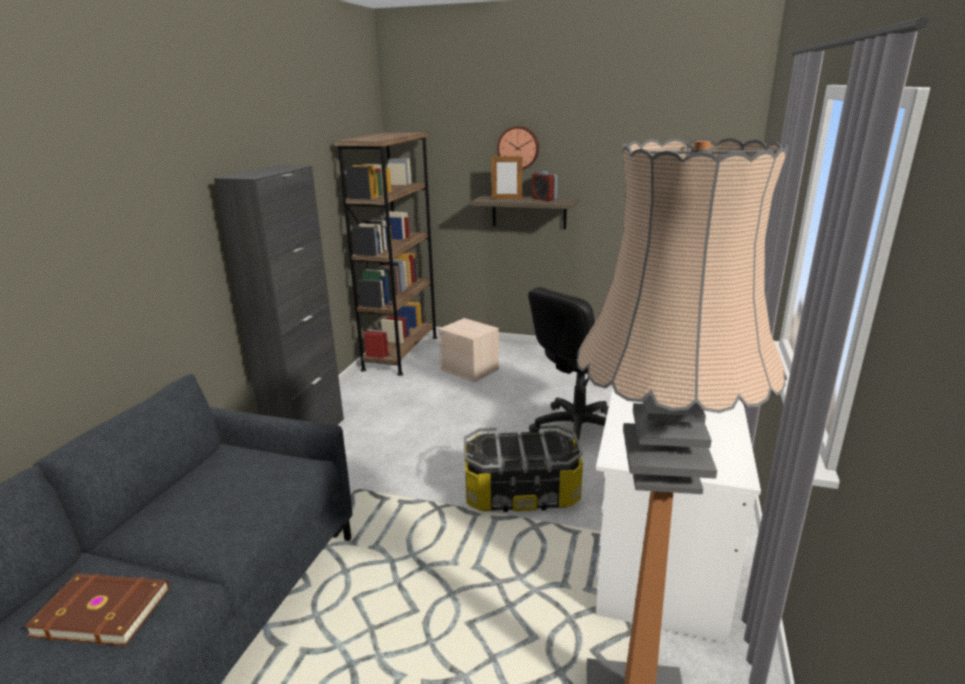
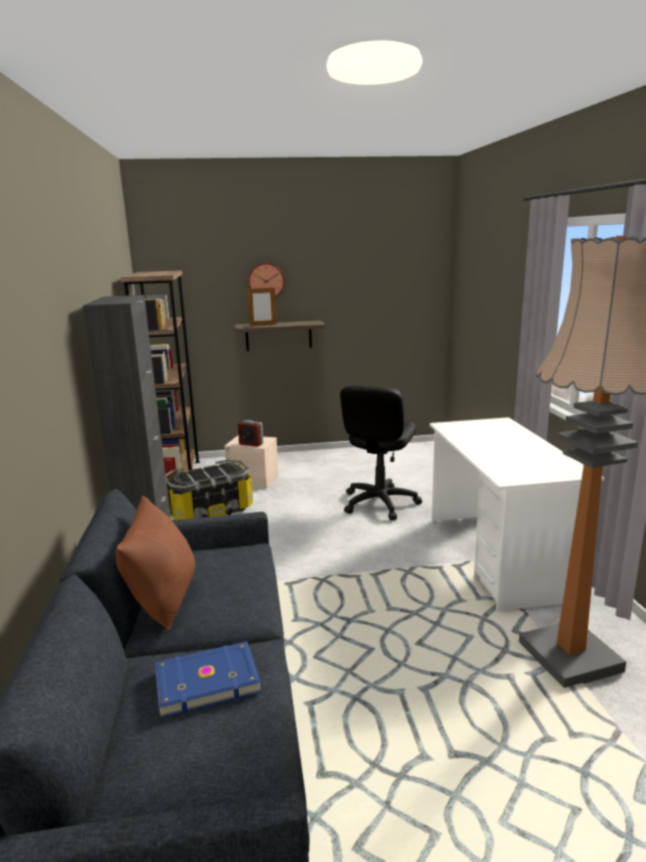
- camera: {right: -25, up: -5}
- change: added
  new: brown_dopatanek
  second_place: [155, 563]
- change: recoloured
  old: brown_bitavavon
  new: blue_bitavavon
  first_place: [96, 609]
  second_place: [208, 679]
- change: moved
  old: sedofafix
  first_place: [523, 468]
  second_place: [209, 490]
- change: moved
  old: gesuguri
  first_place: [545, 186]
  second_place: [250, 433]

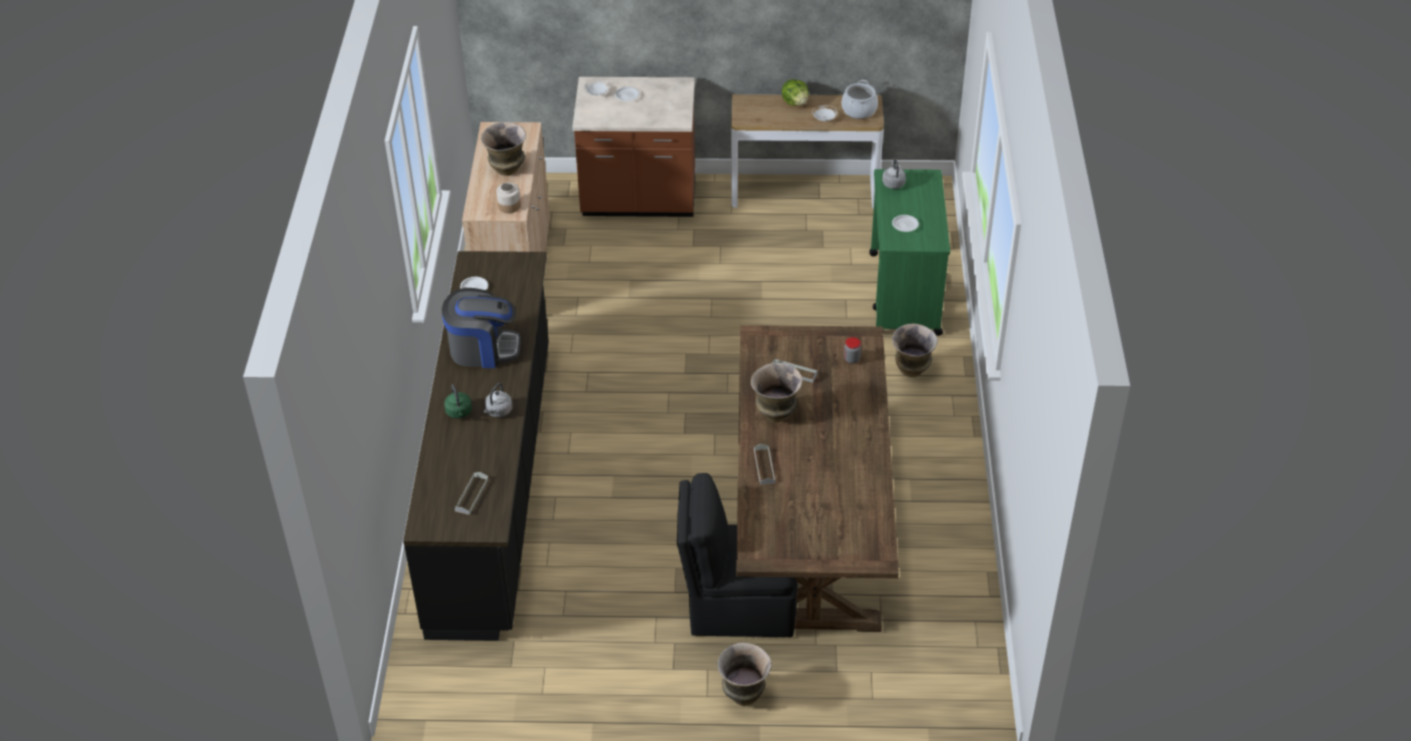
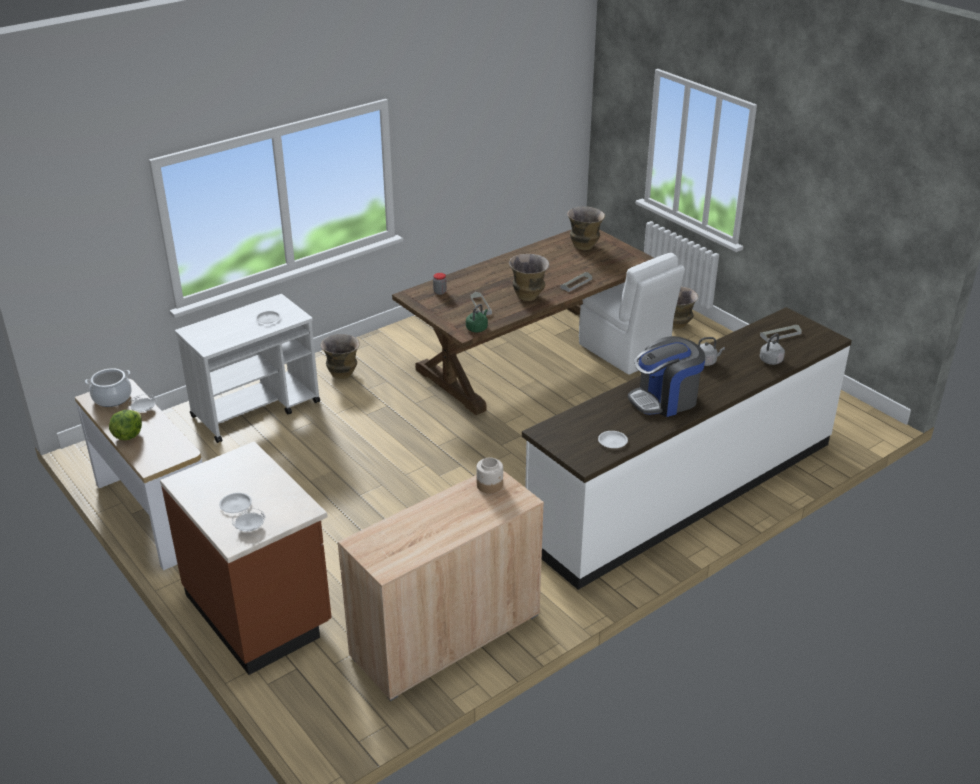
- camera: {right: -130, up: -10}
- change: recoloured
  old: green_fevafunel
  new: white_fevafunel
  first_place: [909, 252]
  second_place: [247, 368]
- change: moved
  old: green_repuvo
  first_place: [458, 401]
  second_place: [477, 318]
- change: recoloured
  old: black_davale
  new: white_davale
  first_place: [476, 446]
  second_place: [687, 448]
- change: moved
  old: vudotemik
  first_place: [503, 149]
  second_place: [586, 228]
- change: recoloured
  old: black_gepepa
  new: white_gepepa
  first_place: [737, 555]
  second_place: [632, 314]
- change: turned
  old: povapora
  first_place: [481, 328]
  second_place: [666, 376]
  degrees: -75
- change: moved
  old: grey_repuvo
  first_place: [894, 174]
  second_place: [772, 349]

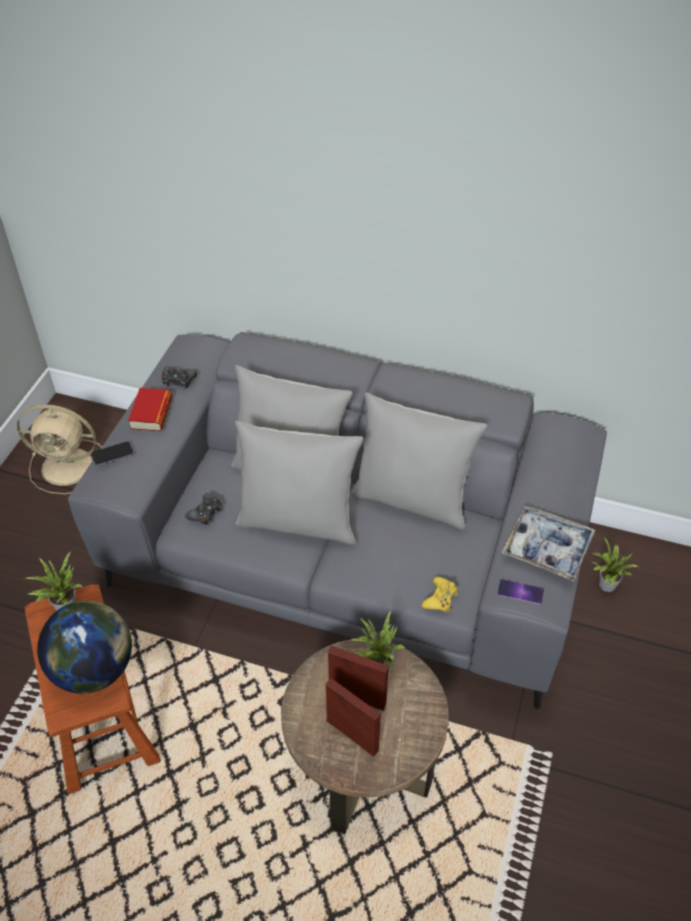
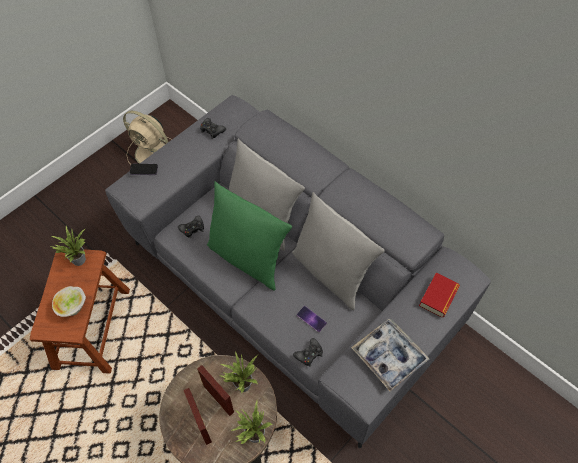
- camera: {right: 25, up: 10}
- change: replaced
  old: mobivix
  new: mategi
  first_place: [84, 647]
  second_place: [69, 301]
- change: recoloured
  old: grey_dopatanek
  new: green_dopatanek
  first_place: [299, 483]
  second_place: [249, 235]
- change: moved
  old: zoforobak
  first_place: [615, 564]
  second_place: [252, 422]
- change: recoloured
  old: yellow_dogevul
  new: black_dogevul
  first_place: [440, 594]
  second_place: [308, 352]
- change: moved
  old: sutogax
  first_place: [520, 592]
  second_place: [312, 319]
- change: moved
  old: bitavavon
  first_place: [150, 409]
  second_place: [439, 295]

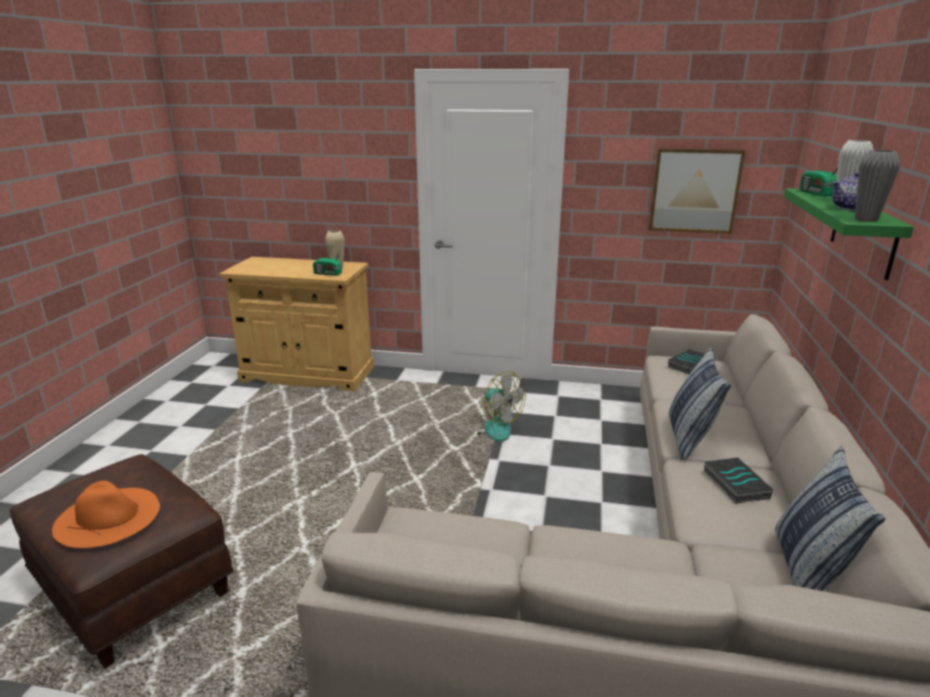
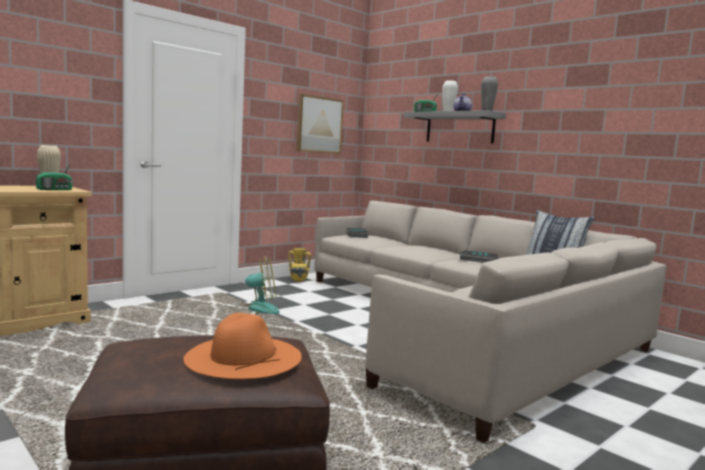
- camera: {right: -55, up: -15}
- change: added
  new: yellow_vudotemik
  second_place: [300, 265]
- change: recoloured
  old: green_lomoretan
  new: grey_lomoretan
  first_place: [849, 234]
  second_place: [455, 127]
- change: removed
  old: dopatanek
  first_place: [699, 404]

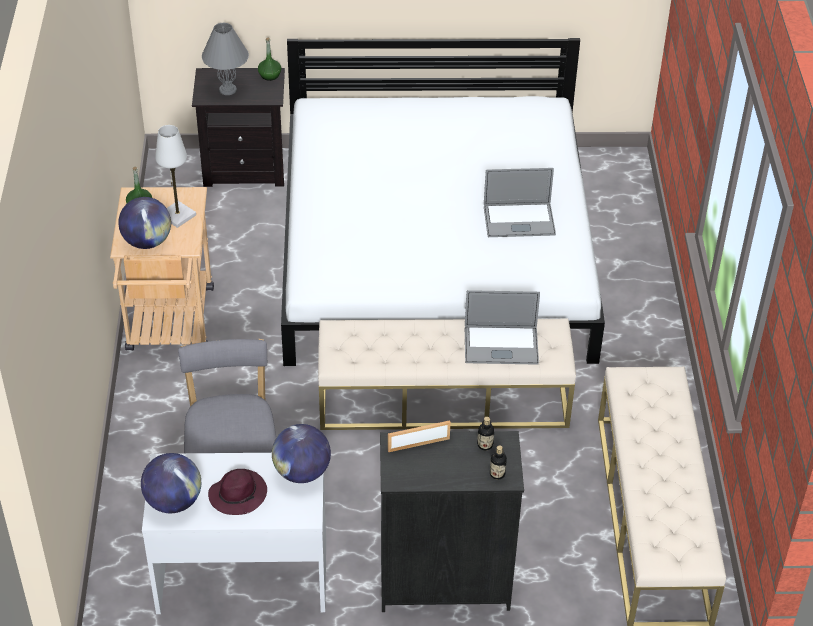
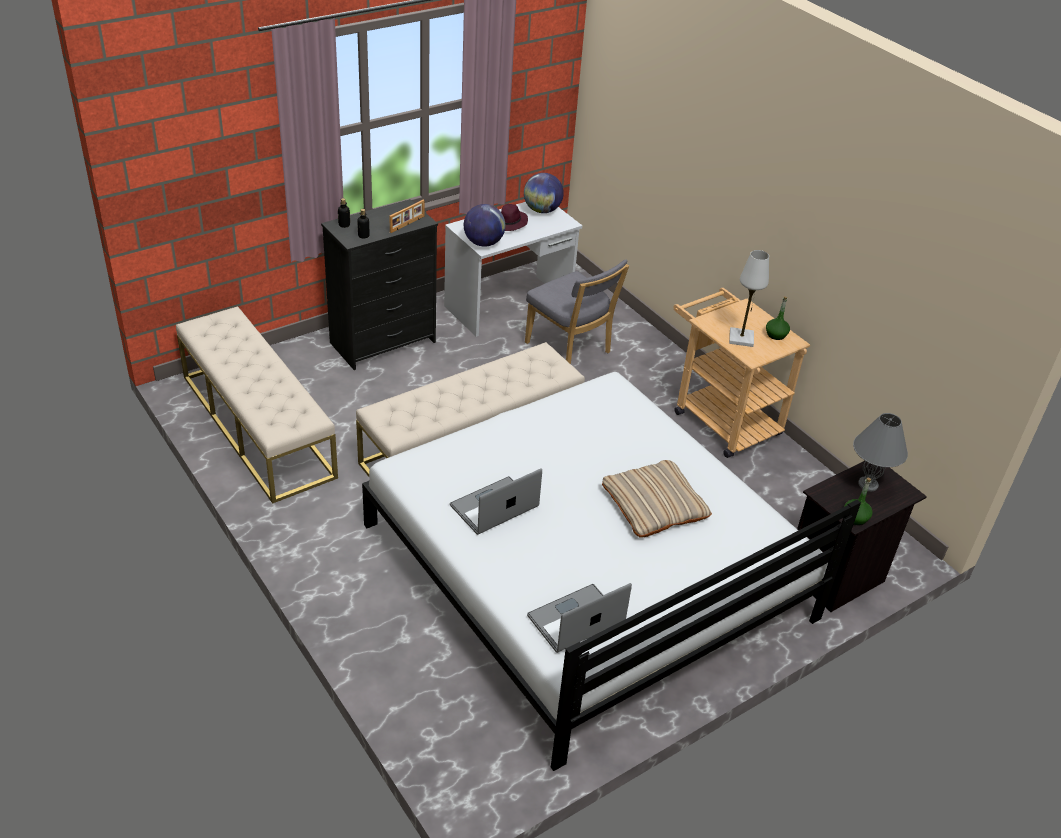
- camera: {right: 145, up: -5}
- change: moved
  old: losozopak
  first_place: [502, 327]
  second_place: [579, 618]
- change: added
  new: beige_dopatanek
  second_place: [657, 499]
- change: removed
  old: mobivix
  first_place: [144, 223]

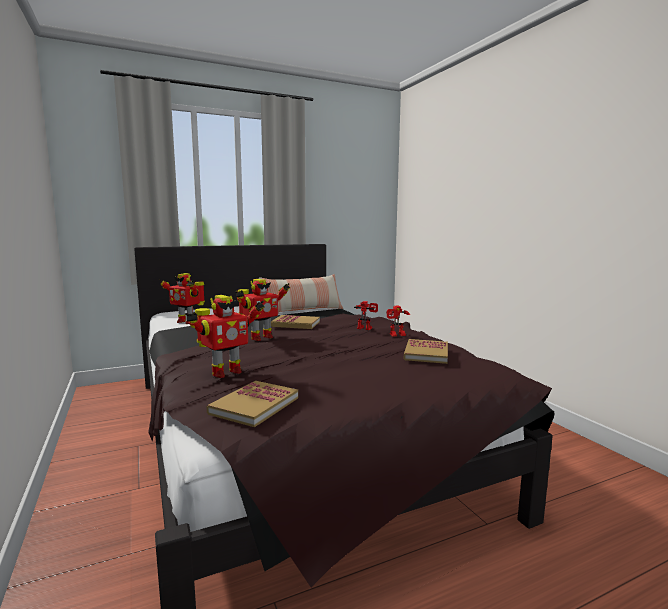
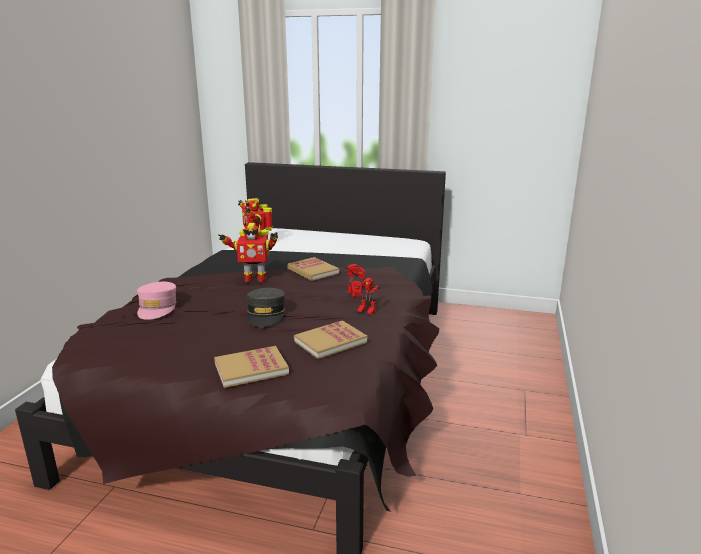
- camera: {right: 40, up: 10}
- change: replaced
  old: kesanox
  new: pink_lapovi
  first_place: [225, 336]
  second_place: [157, 301]
- change: moved
  old: bitavavon
  first_place: [252, 404]
  second_place: [251, 367]
- change: added
  new: grey_lapovi
  second_place: [266, 307]
- change: removed
  old: dopatanek
  first_place: [301, 293]

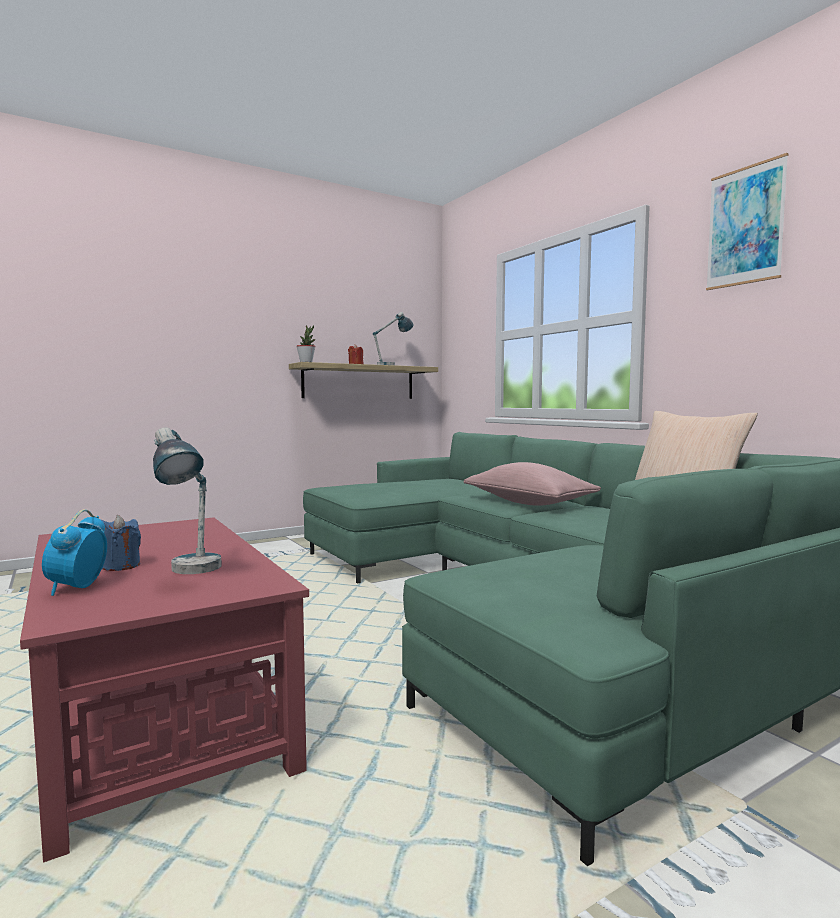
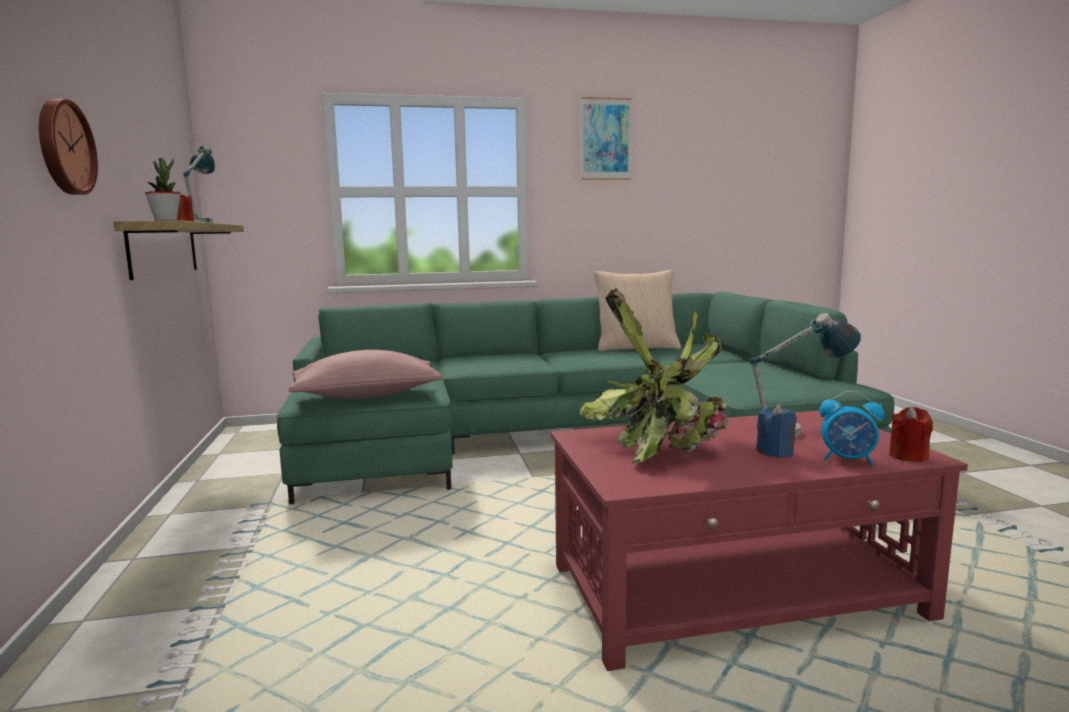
- camera: {right: -70, up: 5}
- change: added
  new: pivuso
  second_place: [68, 147]
- change: moved
  old: pink_dopatanek
  first_place: [532, 484]
  second_place: [365, 374]
- change: added
  new: zoforobak
  second_place: [654, 376]
- change: added
  new: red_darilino
  second_place: [911, 434]

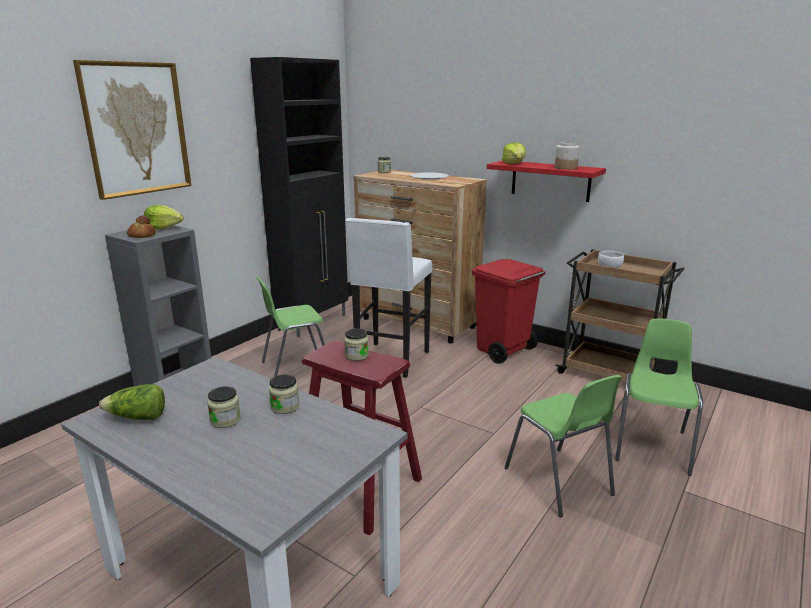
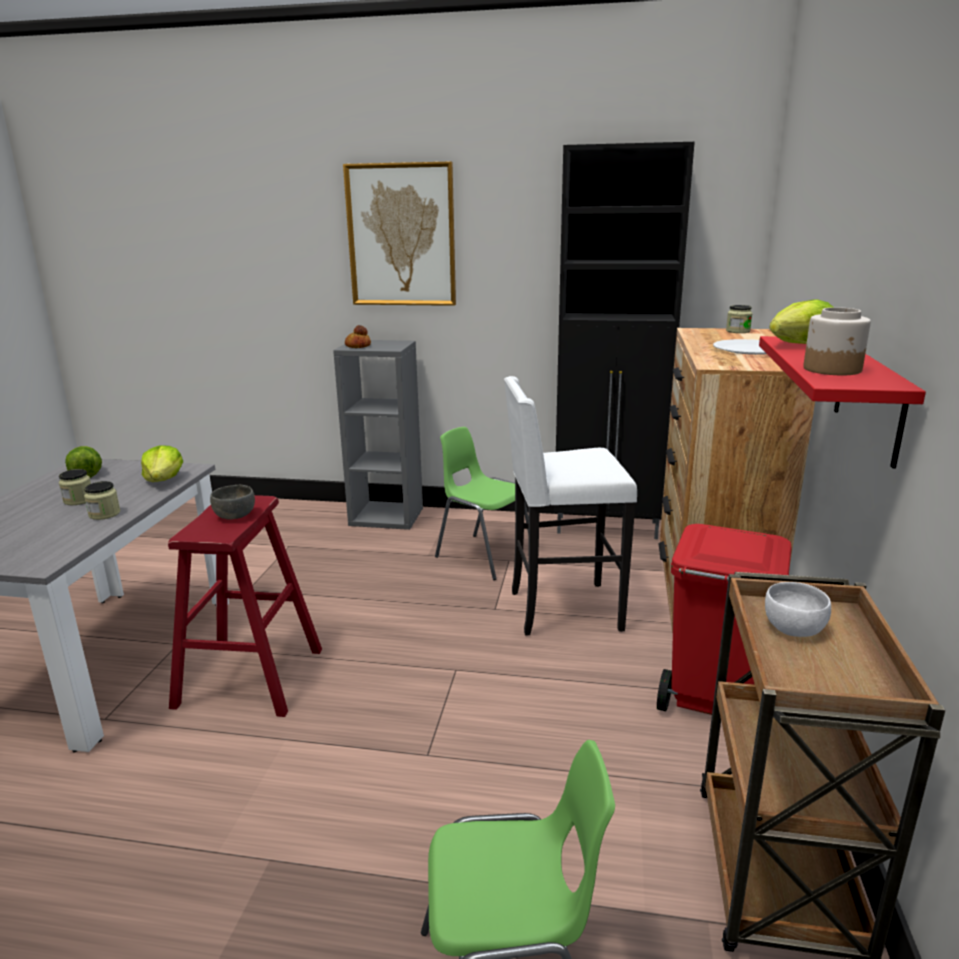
- camera: {right: 65, up: 0}
- change: moved
  old: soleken
  first_place: [164, 217]
  second_place: [162, 463]
- change: replaced
  old: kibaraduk
  new: grey_mategi
  first_place: [356, 344]
  second_place: [232, 502]
- change: removed
  old: green_gepepa
  first_place: [563, 446]

